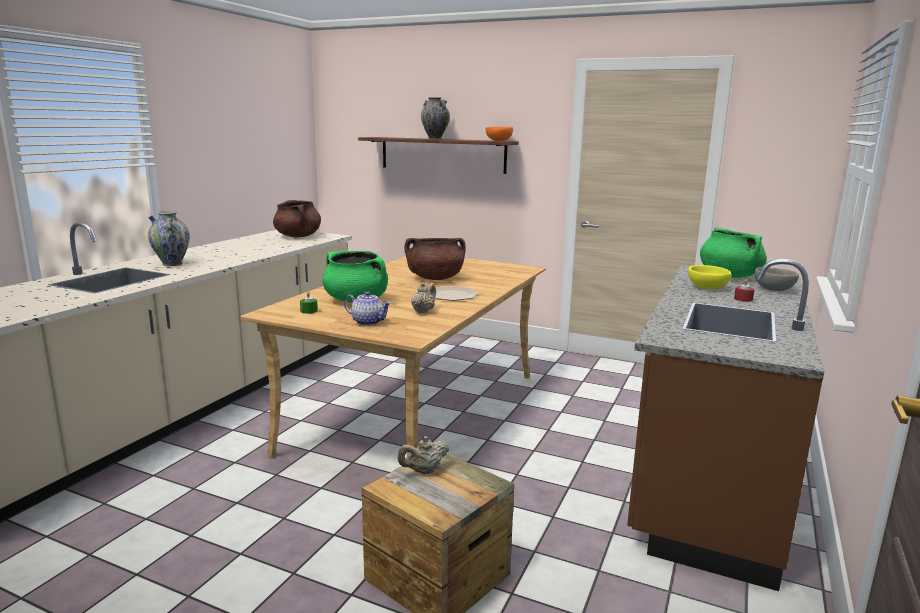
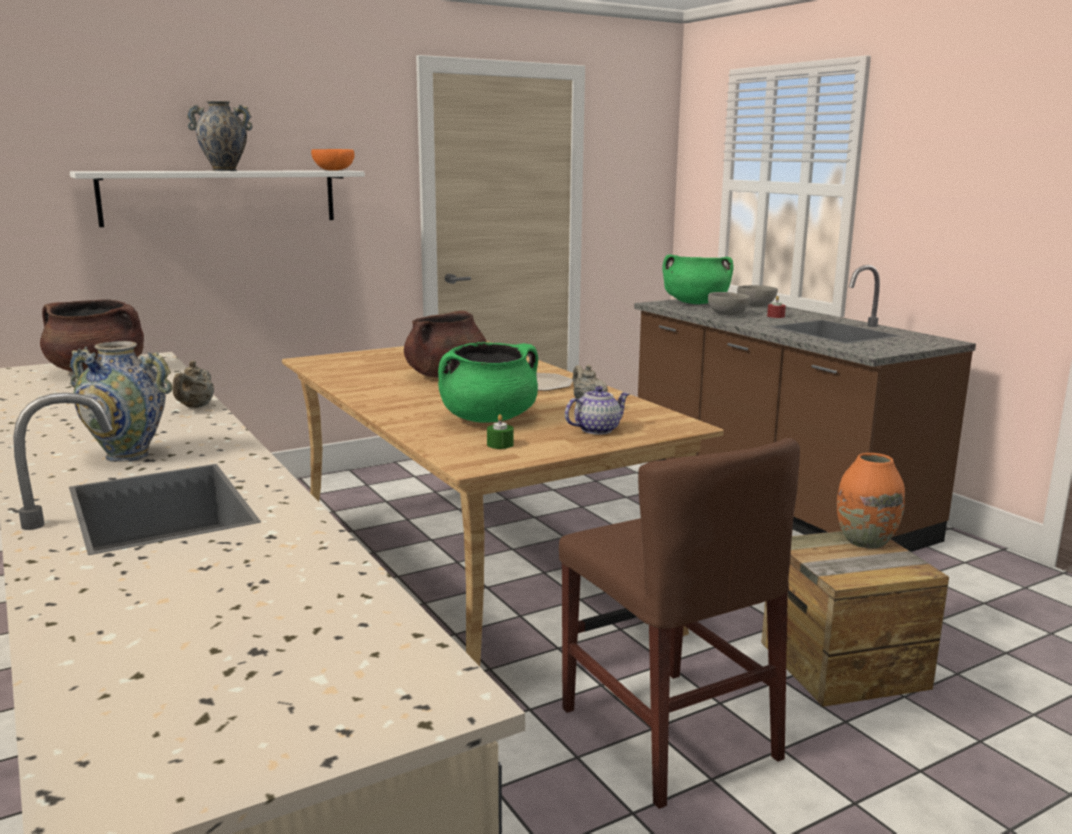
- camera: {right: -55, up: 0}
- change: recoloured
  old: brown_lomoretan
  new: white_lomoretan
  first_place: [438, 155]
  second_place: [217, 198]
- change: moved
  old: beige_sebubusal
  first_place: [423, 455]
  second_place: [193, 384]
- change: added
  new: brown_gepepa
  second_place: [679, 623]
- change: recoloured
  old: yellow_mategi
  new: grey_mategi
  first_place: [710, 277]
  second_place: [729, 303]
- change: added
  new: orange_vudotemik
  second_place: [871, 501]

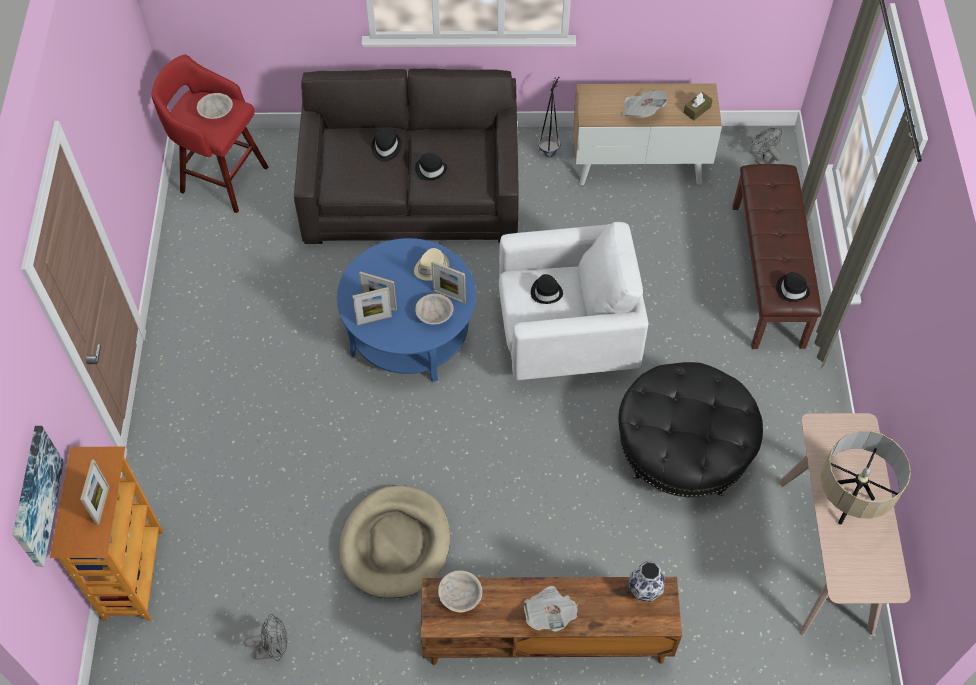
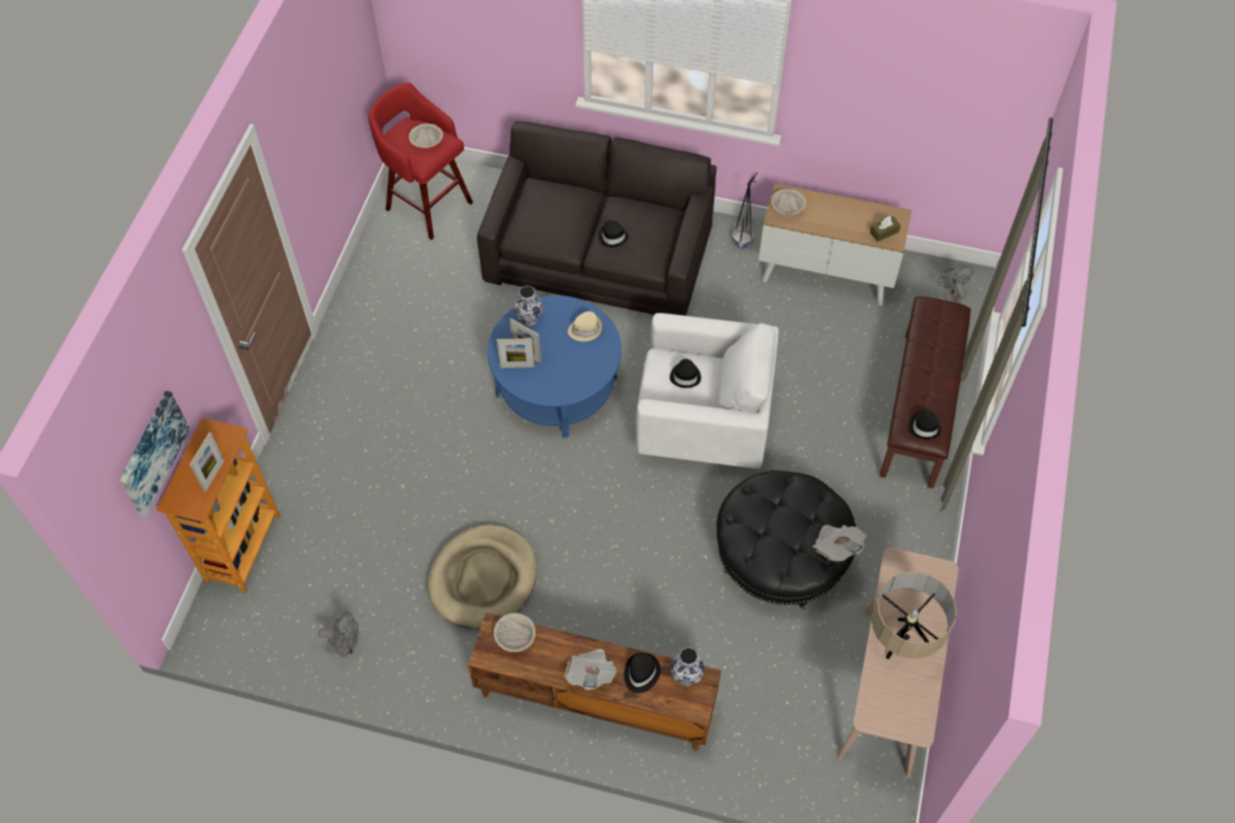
- camera: {right: 15, up: 0}
- change: added
  new: vudotemik
  second_place: [528, 306]
- change: moved
  old: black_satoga
  first_place: [387, 145]
  second_place: [642, 673]
- change: moved
  old: beige_mategi
  first_place: [434, 308]
  second_place: [788, 202]
- change: moved
  old: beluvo
  first_place: [645, 104]
  second_place: [840, 543]
- change: removed
  old: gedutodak
  first_place: [448, 282]

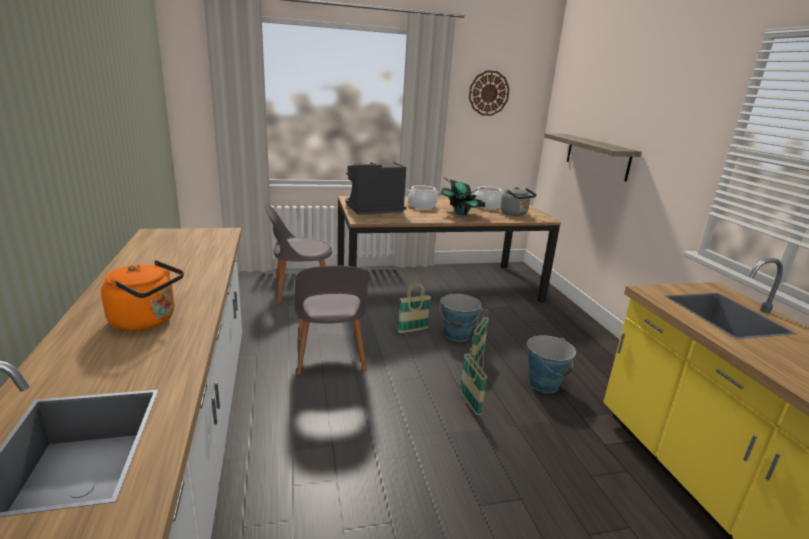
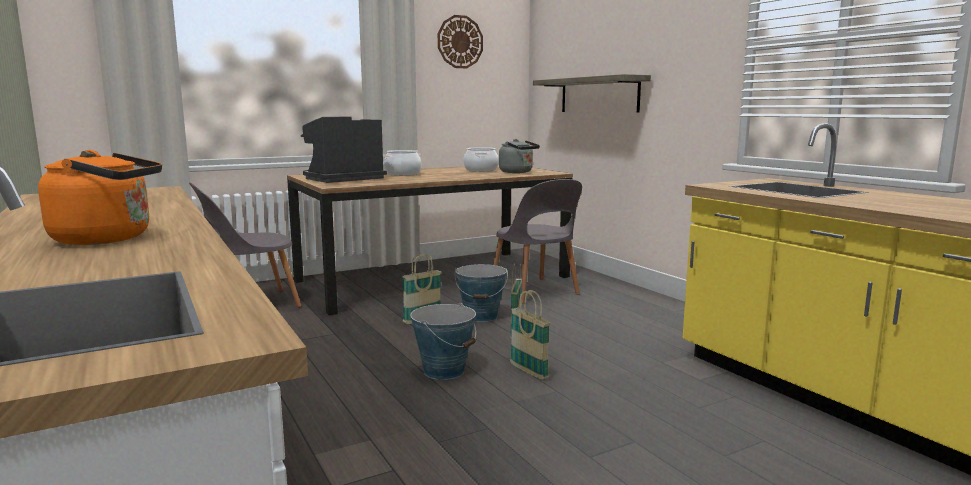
- camera: {right: -15, up: -10}
- change: moved
  old: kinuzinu
  first_place: [551, 364]
  second_place: [443, 341]
- change: moved
  old: grey_gepepa
  first_place: [331, 320]
  second_place: [537, 241]
- change: removed
  old: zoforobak
  first_place: [462, 196]

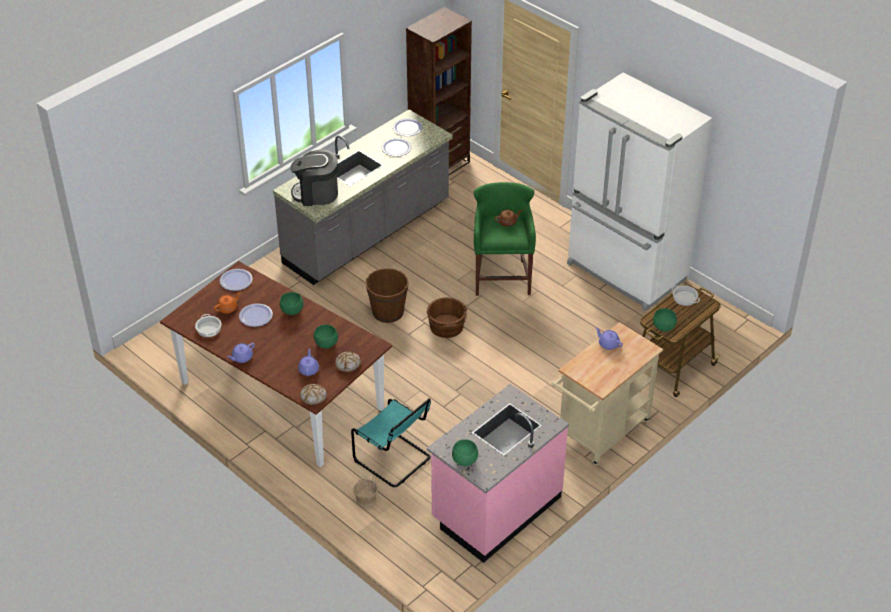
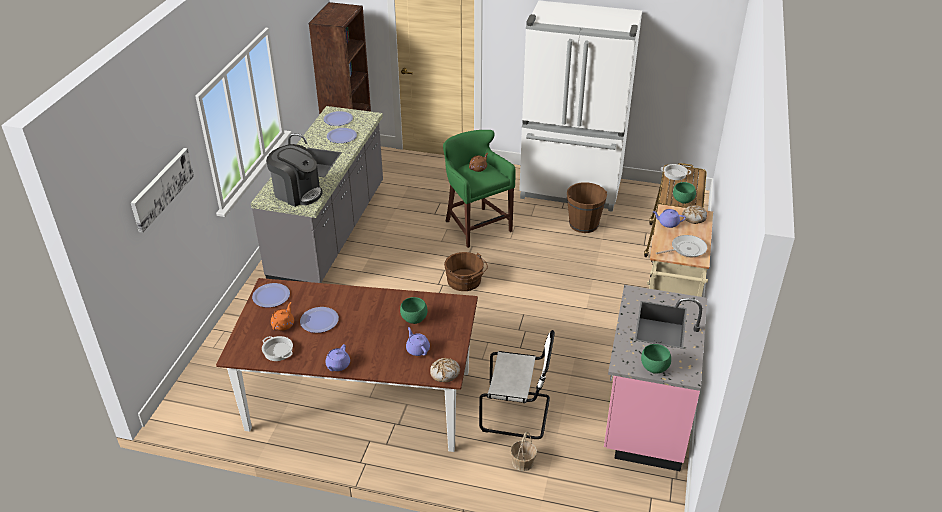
- camera: {right: -30, up: -5}
- change: added
  new: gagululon
  second_place: [162, 190]
- change: turned
  old: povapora
  first_place: [314, 178]
  second_place: [294, 175]
  degrees: -120
- change: recoloured
  old: turquoise_gepepa
  new: white_gepepa
  first_place: [391, 442]
  second_place: [517, 384]
- change: moved
  old: brown_kinuzinu
  first_place: [387, 295]
  second_place: [587, 207]
- change: added
  new: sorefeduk
  second_place: [681, 246]
- change: moved
  old: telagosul
  first_place: [348, 362]
  second_place: [694, 214]
- change: removed
  old: green_mategi
  first_place: [291, 303]

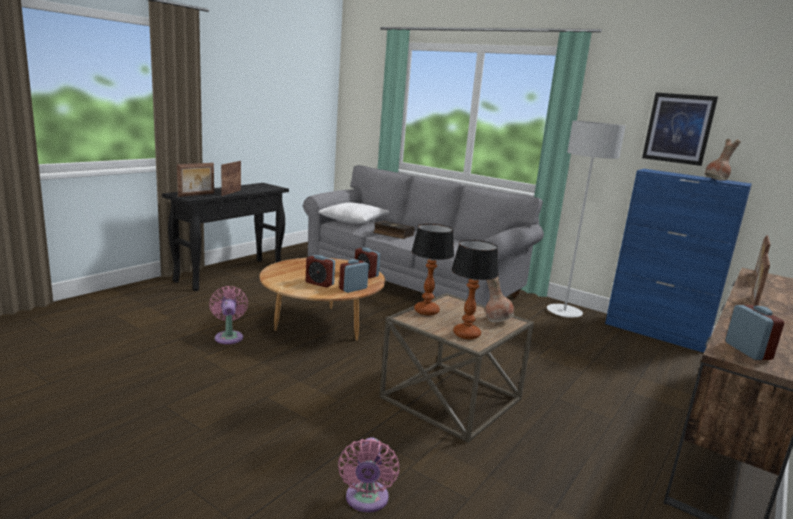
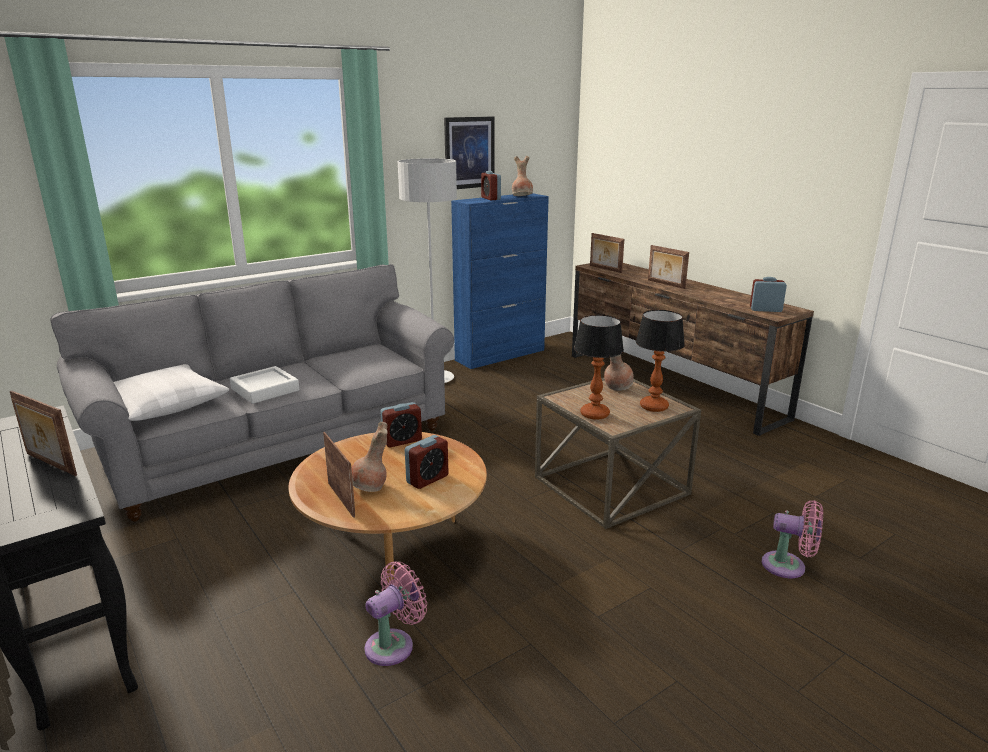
- camera: {right: -70, up: 5}
- change: replaced
  old: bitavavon
  new: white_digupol
  first_place: [393, 230]
  second_place: [264, 385]
- change: moved
  old: gedutodak
  first_place: [195, 180]
  second_place: [339, 475]
- change: added
  new: brown_vudotemik
  second_place: [369, 457]
- change: turned
  old: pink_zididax
  first_place: [228, 315]
  second_place: [395, 613]
  degrees: 135
- change: moved
  old: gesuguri
  first_place: [354, 276]
  second_place: [491, 185]

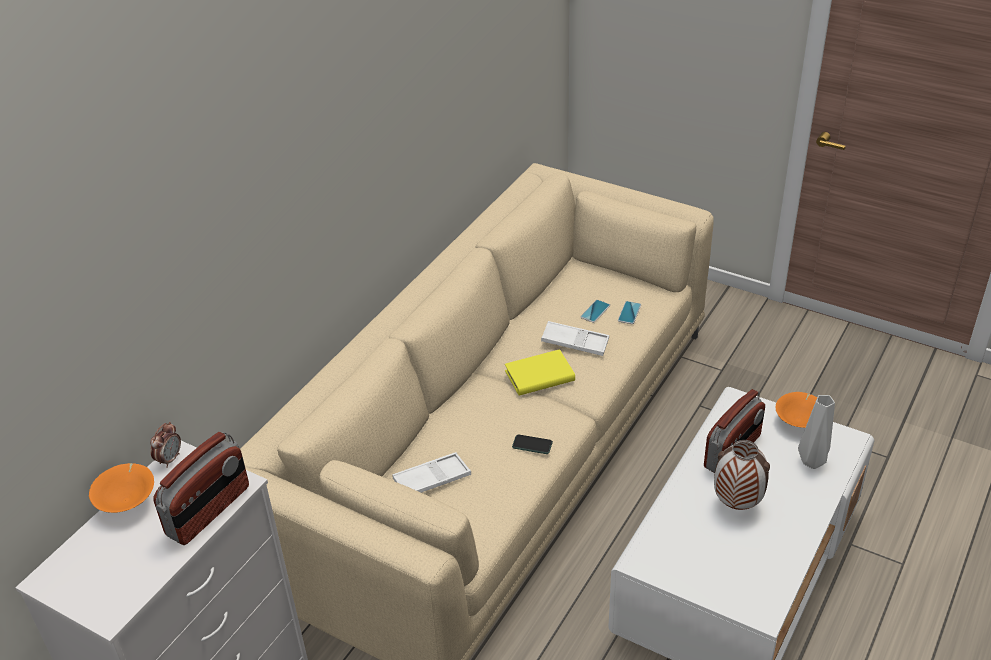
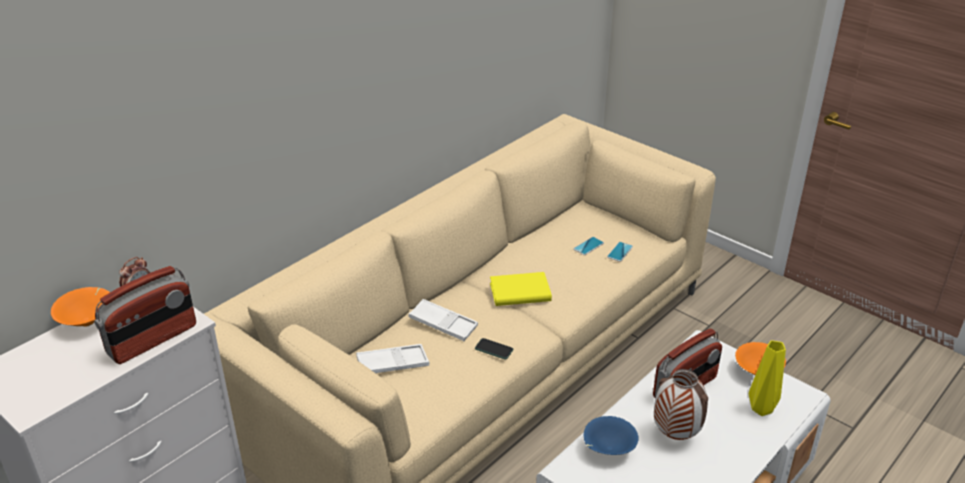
- camera: {right: 10, up: -5}
- change: moved
  old: white_digupol
  first_place: [575, 338]
  second_place: [443, 320]
- change: added
  new: blue_mategi
  second_place: [611, 435]
- change: recoloured
  old: grey_vudotemik
  new: yellow_vudotemik
  first_place: [816, 432]
  second_place: [767, 378]

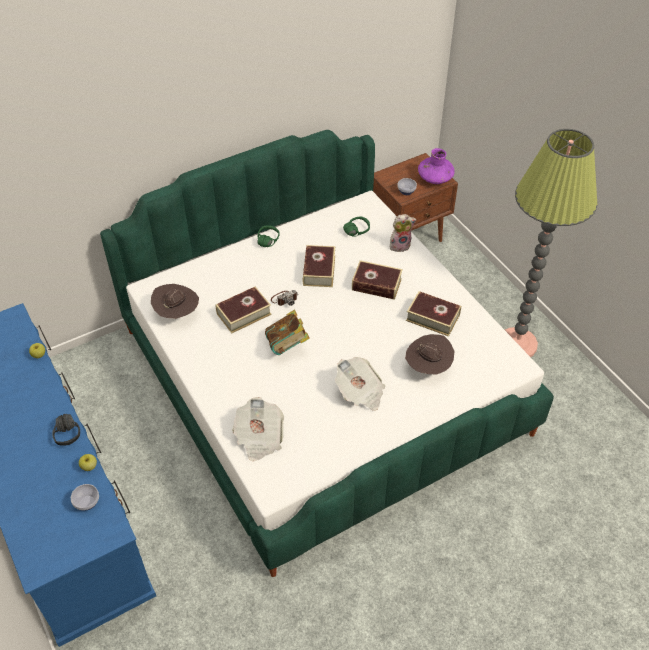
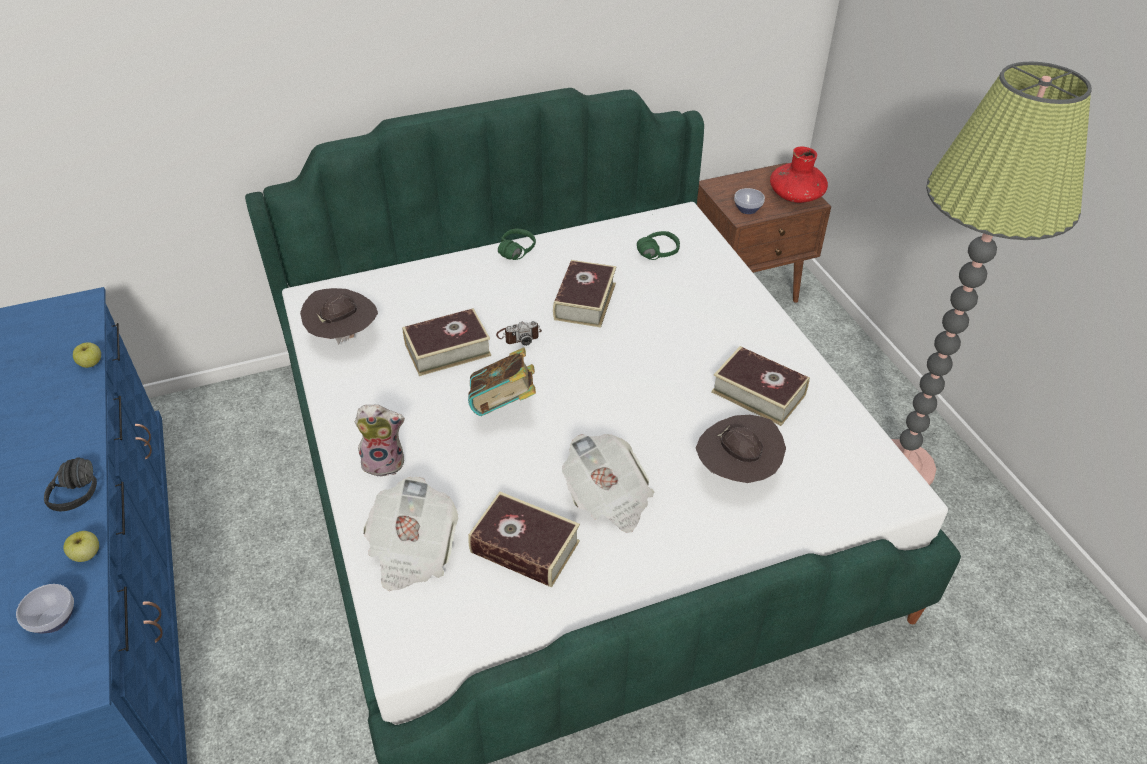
- camera: {right: 10, up: -5}
- change: moved
  old: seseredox
  first_place: [403, 233]
  second_place: [380, 441]
- change: moved
  old: bitavavon
  first_place: [377, 280]
  second_place: [524, 540]
- change: recoloured
  old: purple_vudotemik
  new: red_vudotemik
  first_place: [436, 166]
  second_place: [799, 174]

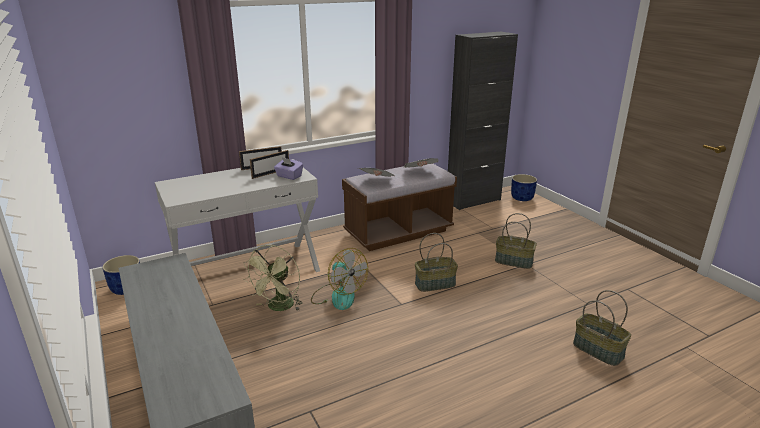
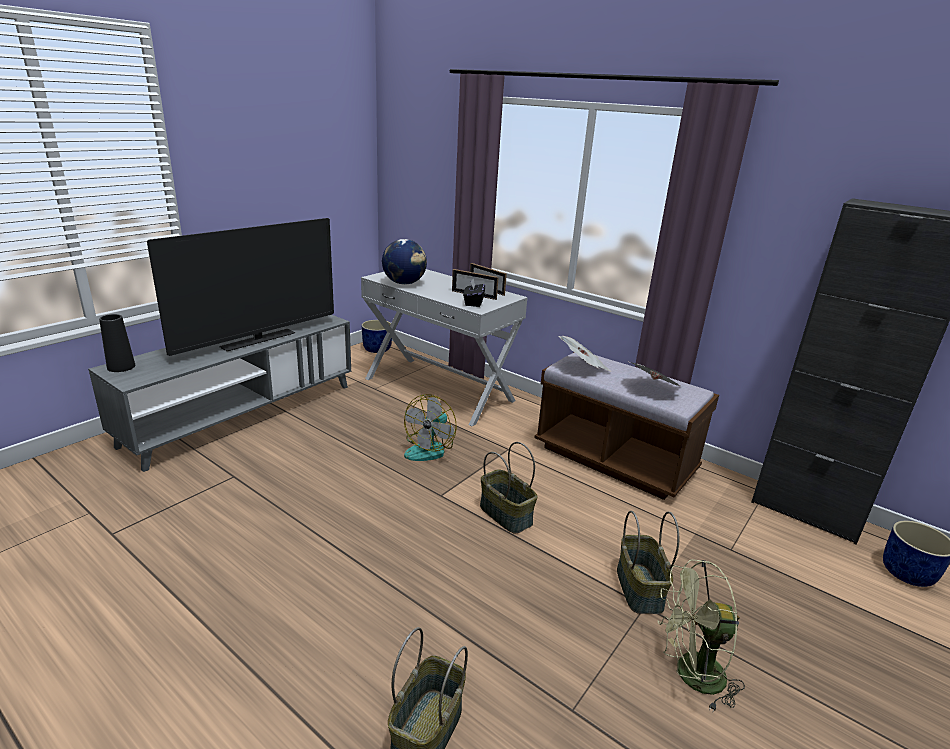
- camera: {right: 65, up: 0}
- change: added
  new: black_vudotemik
  second_place: [117, 343]
- change: added
  new: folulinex
  second_place: [240, 287]
- change: added
  new: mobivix
  second_place: [404, 262]
- change: recoloured
  old: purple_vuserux
  new: black_vuserux
  first_place: [288, 168]
  second_place: [474, 293]
- change: moved
  old: green_zididax
  first_place: [273, 278]
  second_place: [701, 635]

